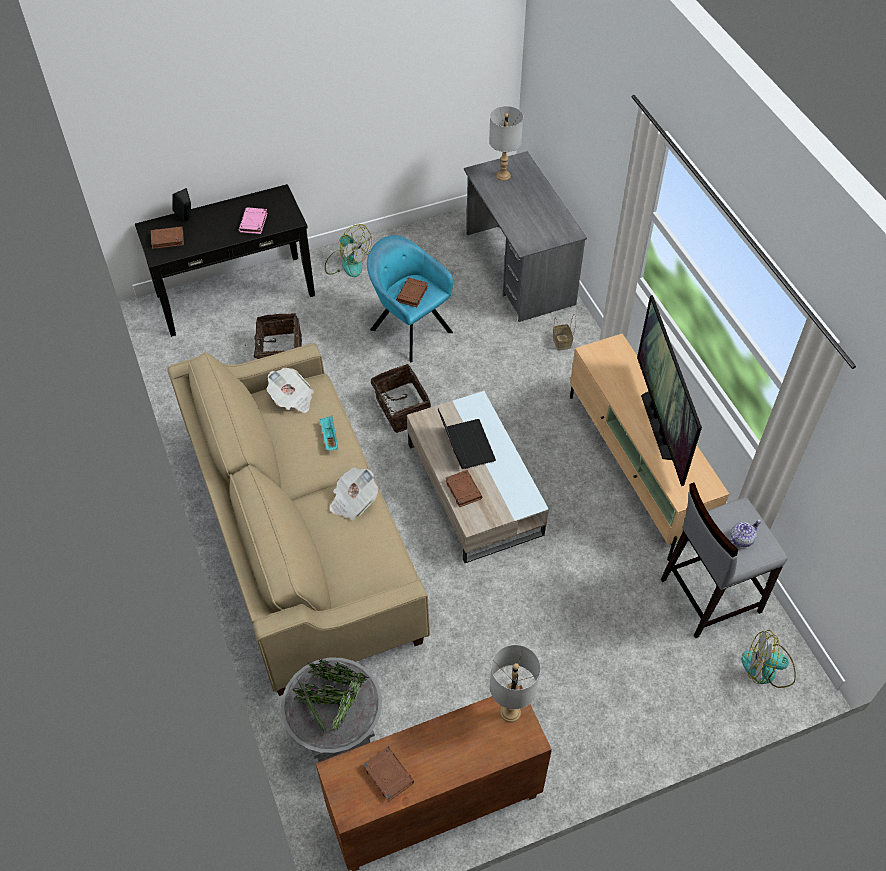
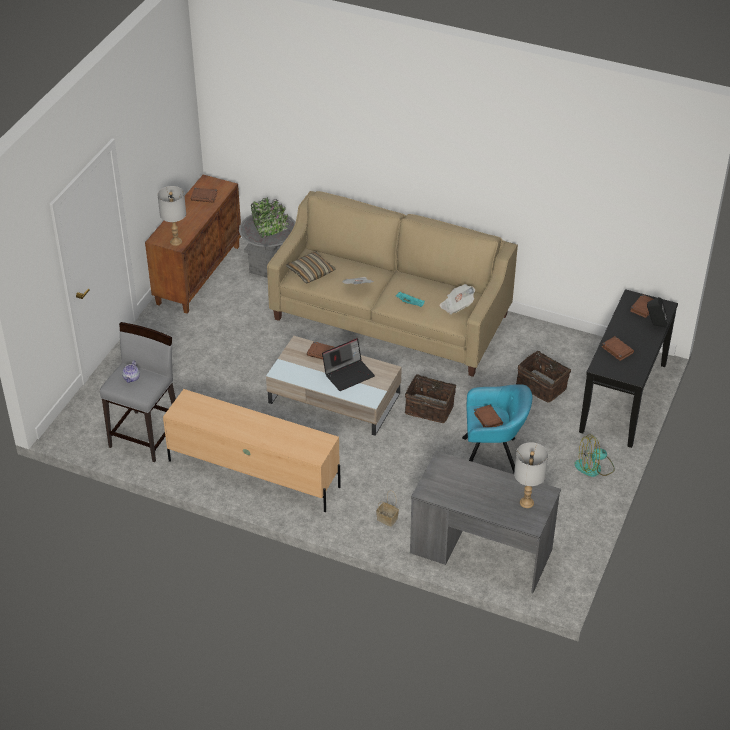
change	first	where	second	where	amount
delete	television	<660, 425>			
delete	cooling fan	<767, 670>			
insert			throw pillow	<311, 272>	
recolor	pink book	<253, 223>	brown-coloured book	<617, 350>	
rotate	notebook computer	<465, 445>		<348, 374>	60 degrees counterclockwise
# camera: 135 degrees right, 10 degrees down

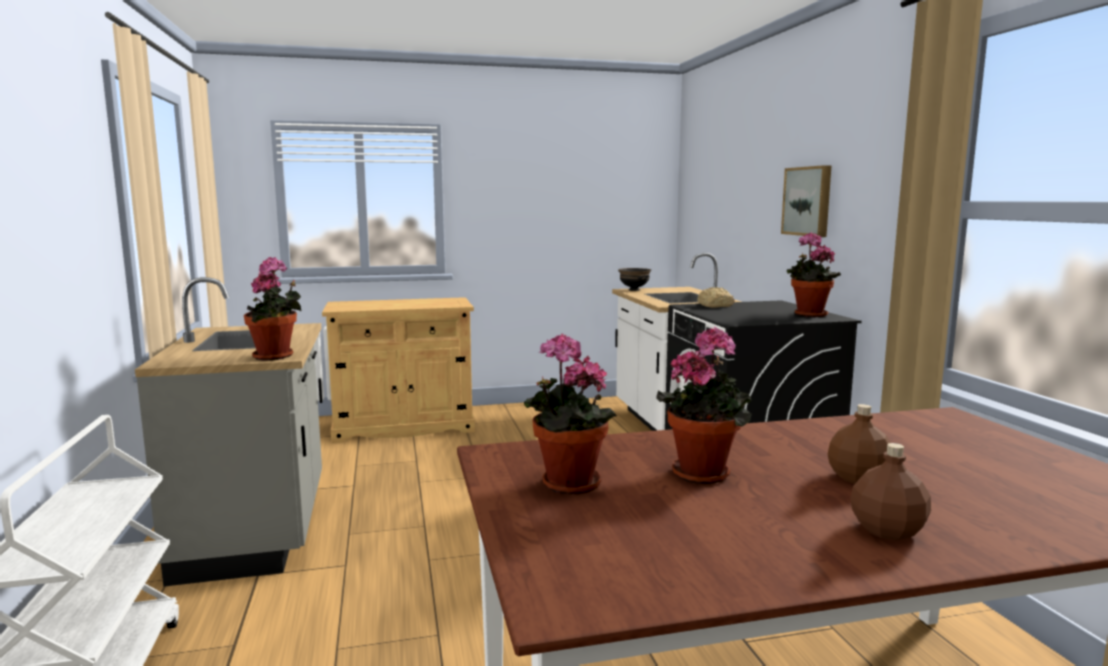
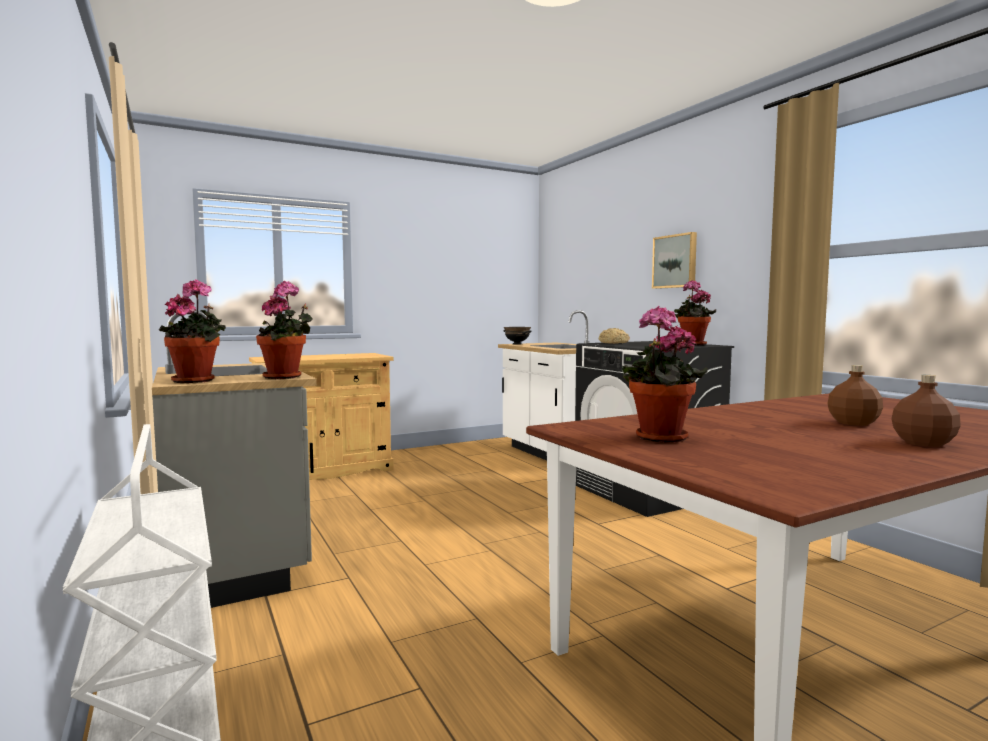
change	first	where	second	where	amount
move	potted plant	<704, 472>		<197, 380>	
# camera: 15 degrees left, 5 degrees down

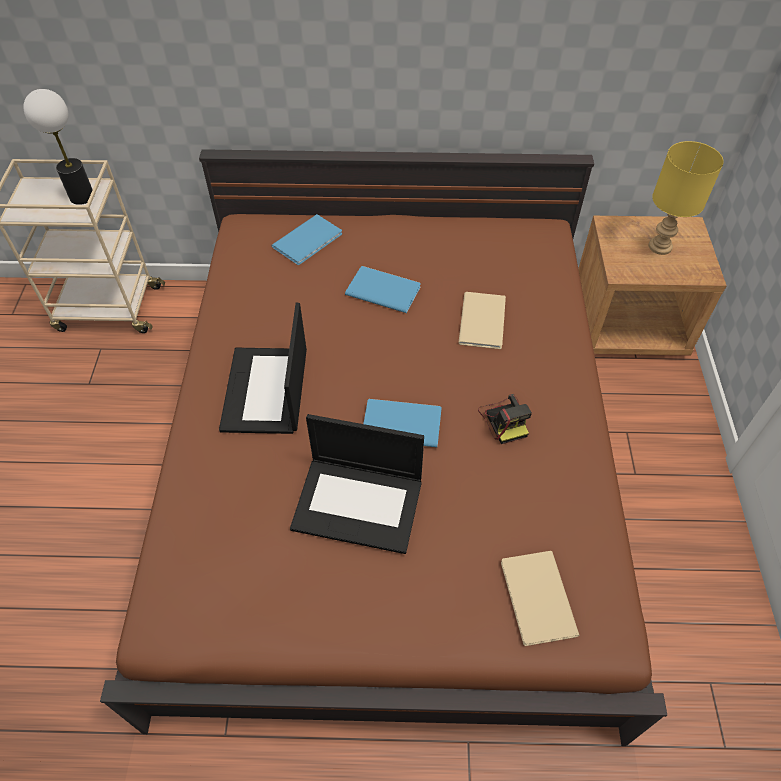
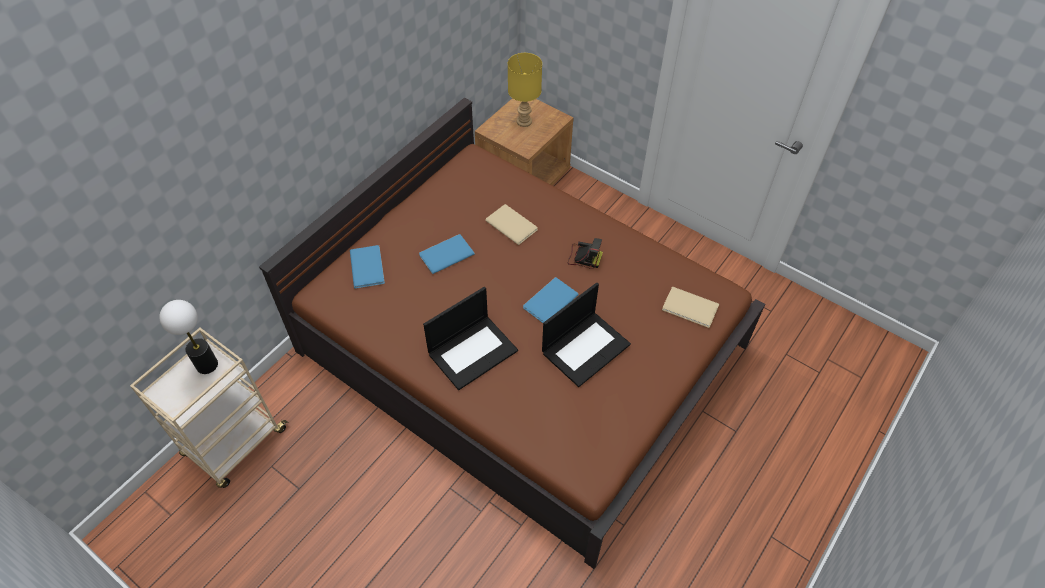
change	first	where	second	where	amount
rotate	notebook computer	<266, 391>		<473, 351>	75 degrees counterclockwise
# camera: 55 degrees left, 0 degrees up

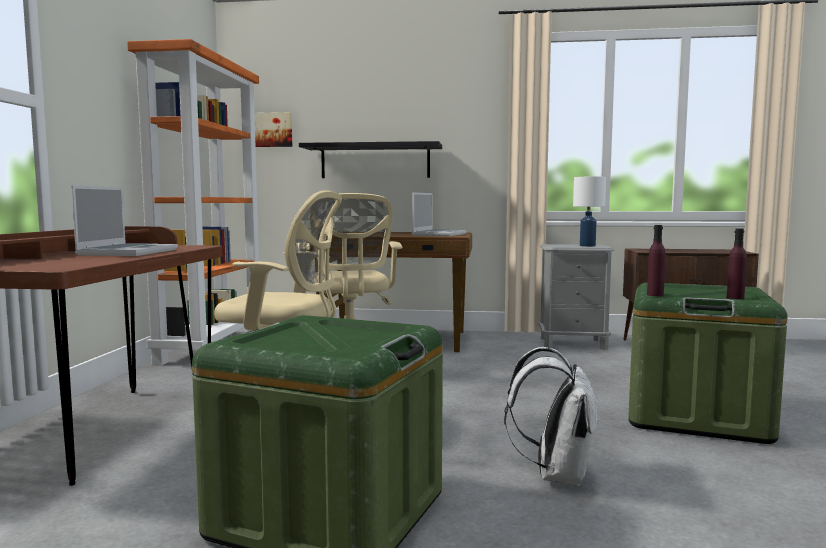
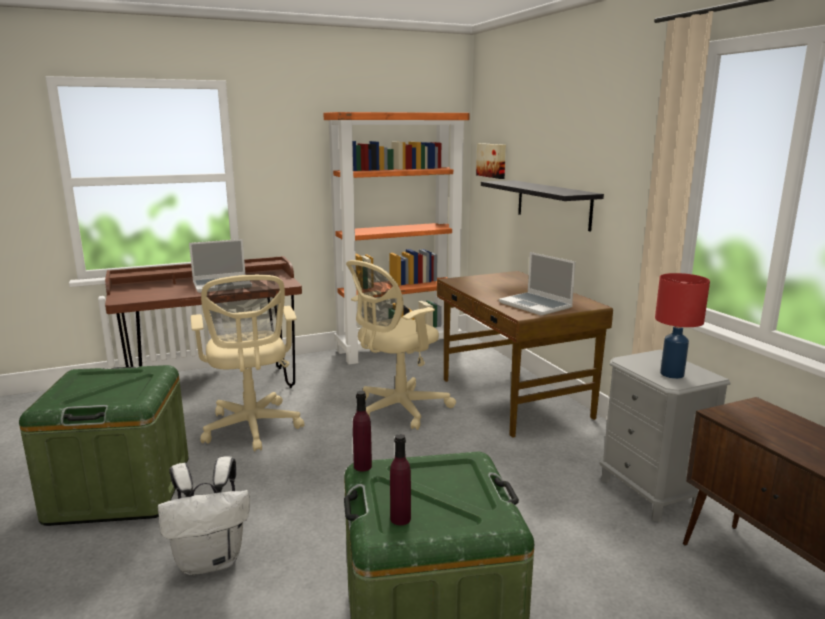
change	first	where	second	where	amount
recolor	white tabletop lamp	<587, 246>	red-coloured tabletop lamp	<672, 374>	
rotate	notebook computer	<439, 234>		<536, 305>	60 degrees clockwise
# camera: 60 degrees right, 10 degrees up

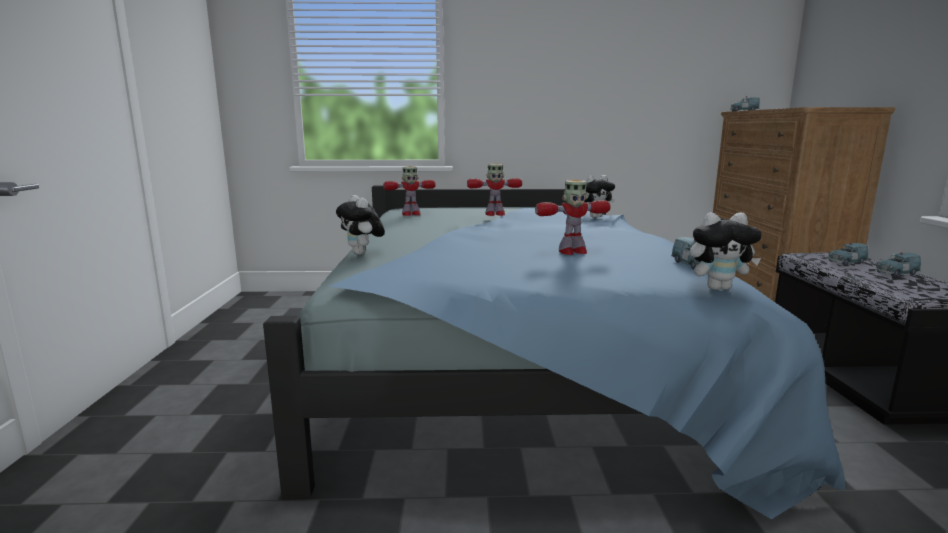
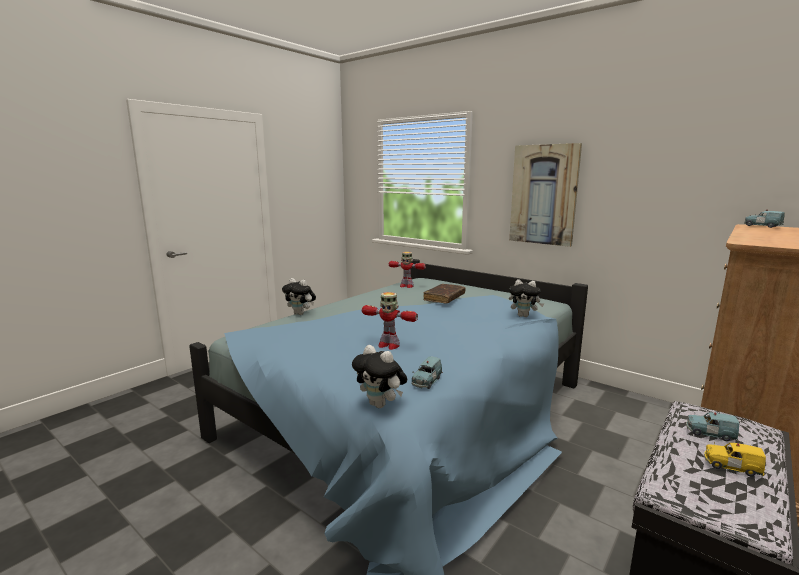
change	first	where	second	where	amount
insert			wall art	<544, 195>	
replace	robot figure	<494, 214>	brown-coloured book	<444, 298>	
recolor	blue-coloured model car	<896, 273>	yellow model car	<731, 466>	
rotate	cuddly toy	<362, 254>		<301, 314>	75 degrees counterclockwise
# camera: 40 degrees right, 0 degrees up

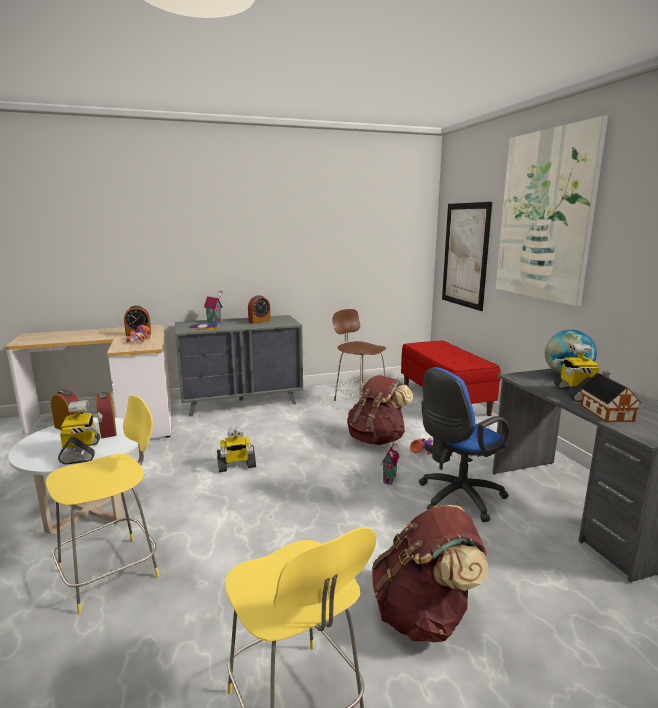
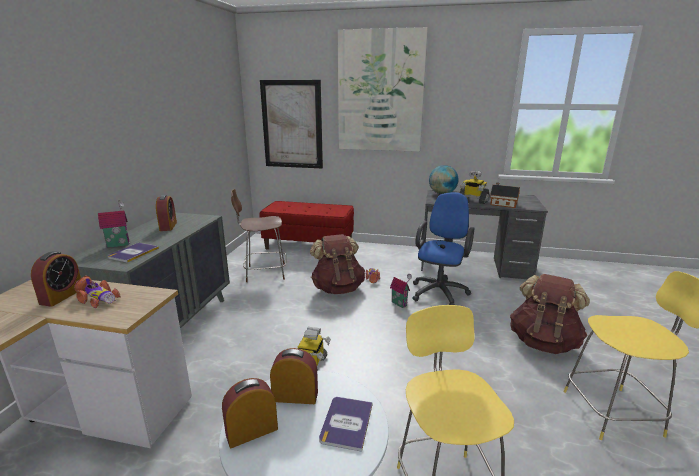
change	first	where	second	where	amount
replace	robot figure	<82, 452>	book	<346, 423>	
rotate	blue-coloured office chair	<456, 499>		<440, 291>	150 degrees counterclockwise
# camera: 60 degrees left, 5 degrees up

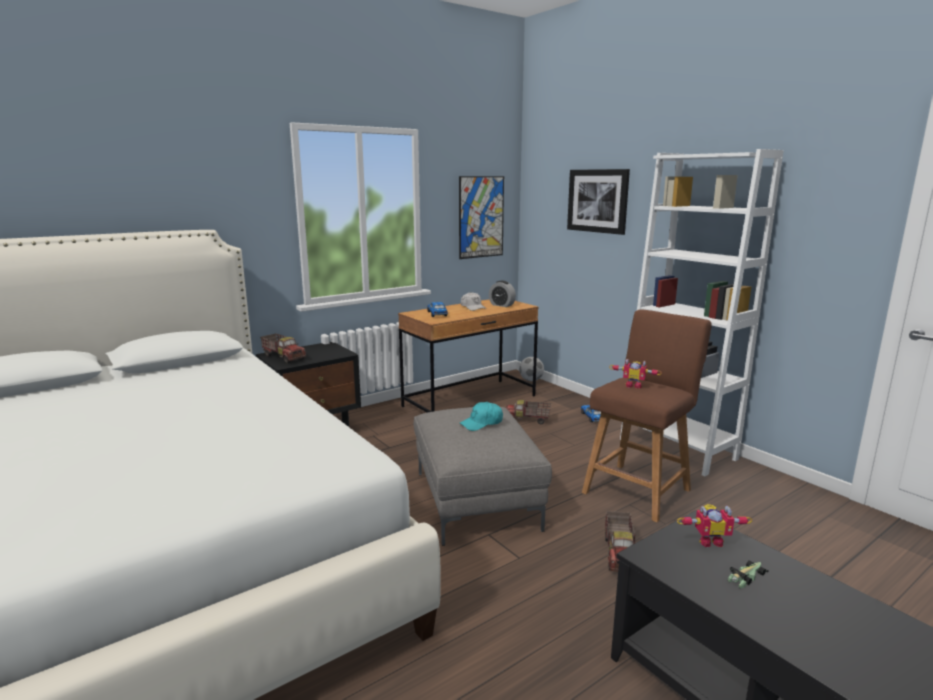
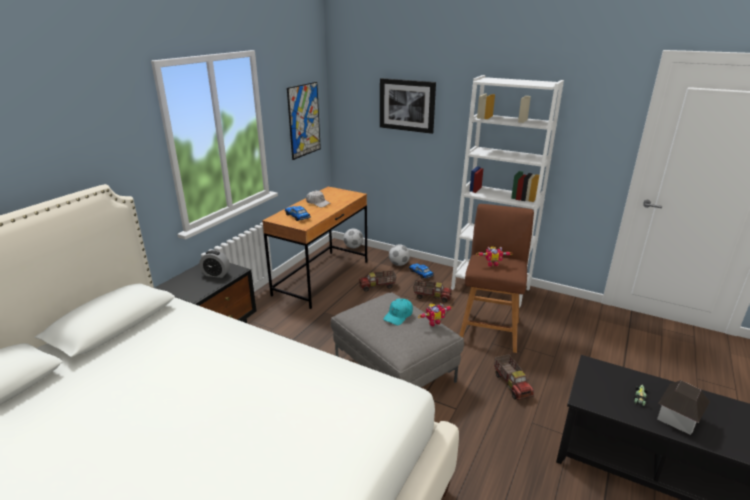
change	first	where	second	where	amount
insert			football	<399, 264>	
insert			toy house	<677, 418>	
move	toy truck	<284, 357>		<432, 297>	
move	table clock	<501, 305>		<216, 274>	
move	robot figure	<709, 540>		<433, 322>	
# camera: 25 degrees left, 10 degrees up

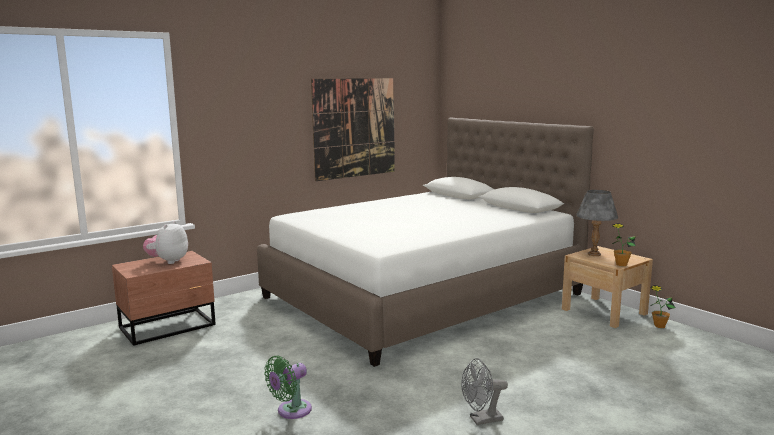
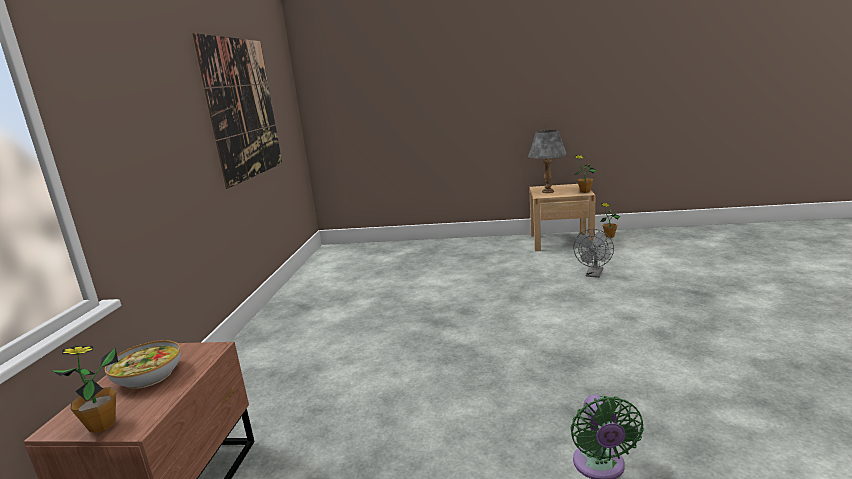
change	first	where	second	where	amount
delete	white bedroom bed	<422, 296>			
insert			potted plant	<102, 425>	
move	grey cooling fan	<481, 420>		<594, 275>	
replace	cuddly toy	<168, 261>	bowl	<149, 375>	
# camera: 45 degrees left, 5 degrees up

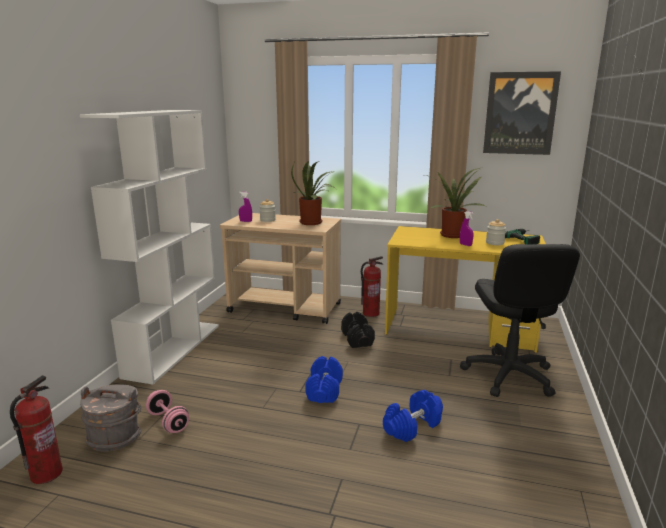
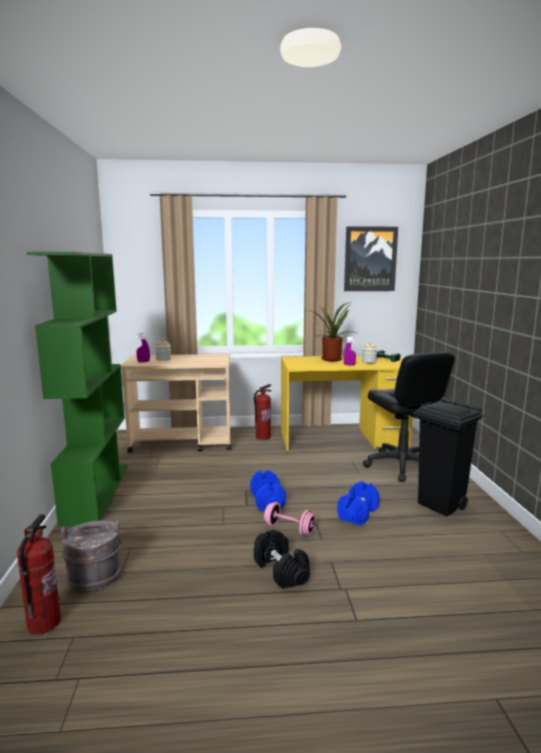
change	first	where	second	where	amount
delete	potted plant	<313, 222>			
insert			black trash can	<441, 505>	
move	pink free weight	<168, 422>		<289, 529>	
move	black free weight	<357, 339>		<281, 571>	
recolor	white bookcase	<173, 349>	green bookcase	<96, 492>	
# camera: 20 degrees left, 5 degrees down

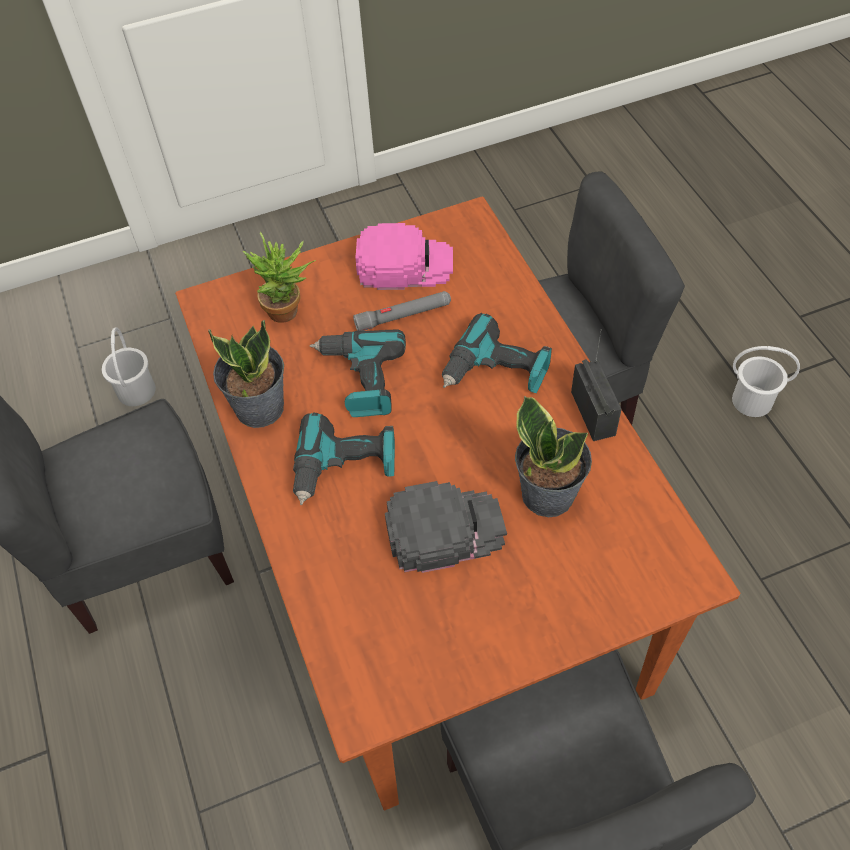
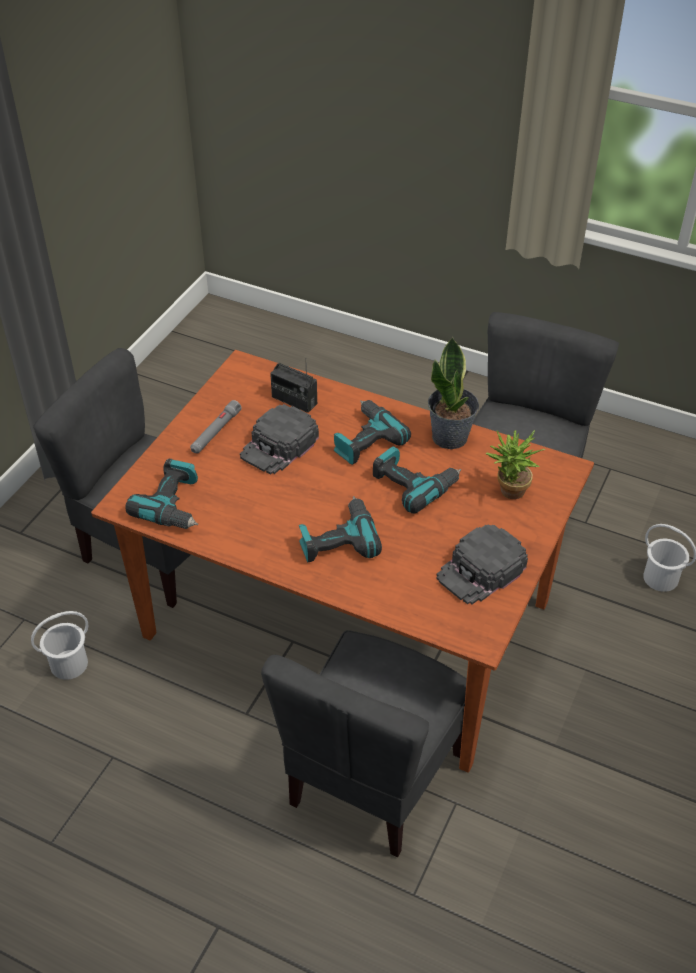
change	first	where	second	where	amount
delete	potted plant	<548, 493>			
insert			drill	<174, 505>	
move	grey hand torch	<403, 316>		<215, 432>	
move	radio set	<593, 413>		<294, 400>	
move	white bucket	<751, 400>		<69, 664>	
recolor	pink cap	<404, 263>	black cap	<481, 571>	
# camera: 135 degrees right, 10 degrees down

